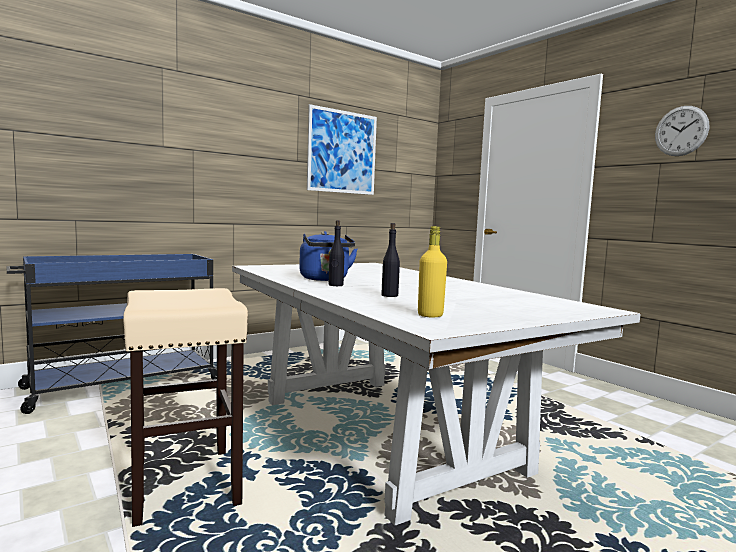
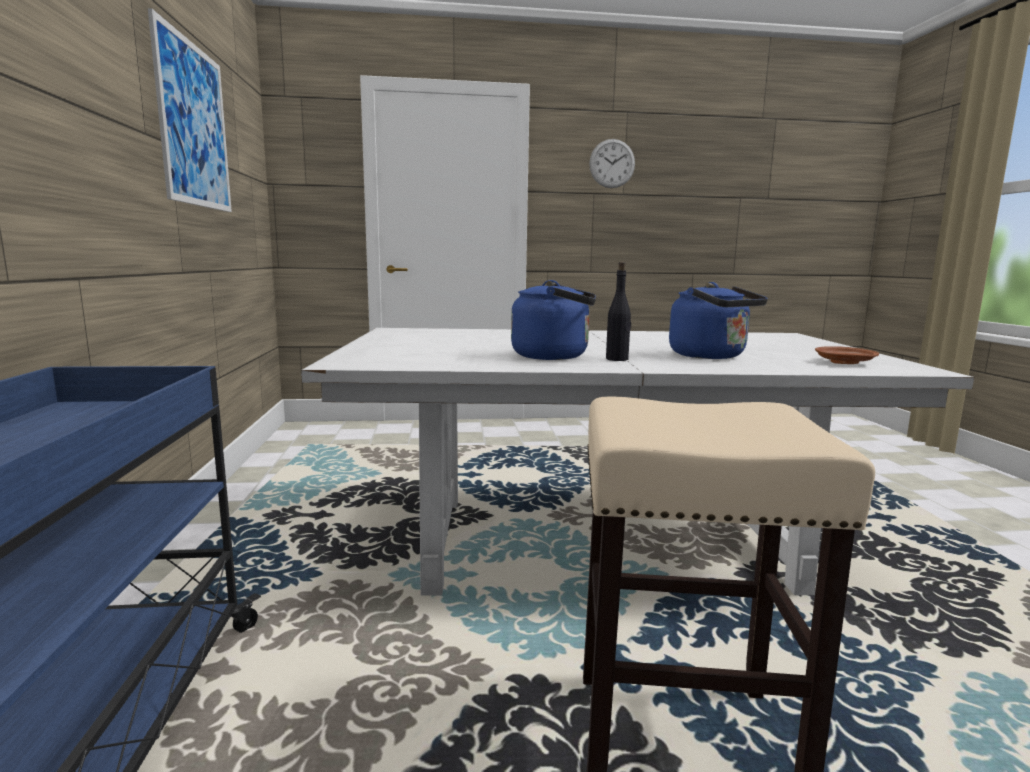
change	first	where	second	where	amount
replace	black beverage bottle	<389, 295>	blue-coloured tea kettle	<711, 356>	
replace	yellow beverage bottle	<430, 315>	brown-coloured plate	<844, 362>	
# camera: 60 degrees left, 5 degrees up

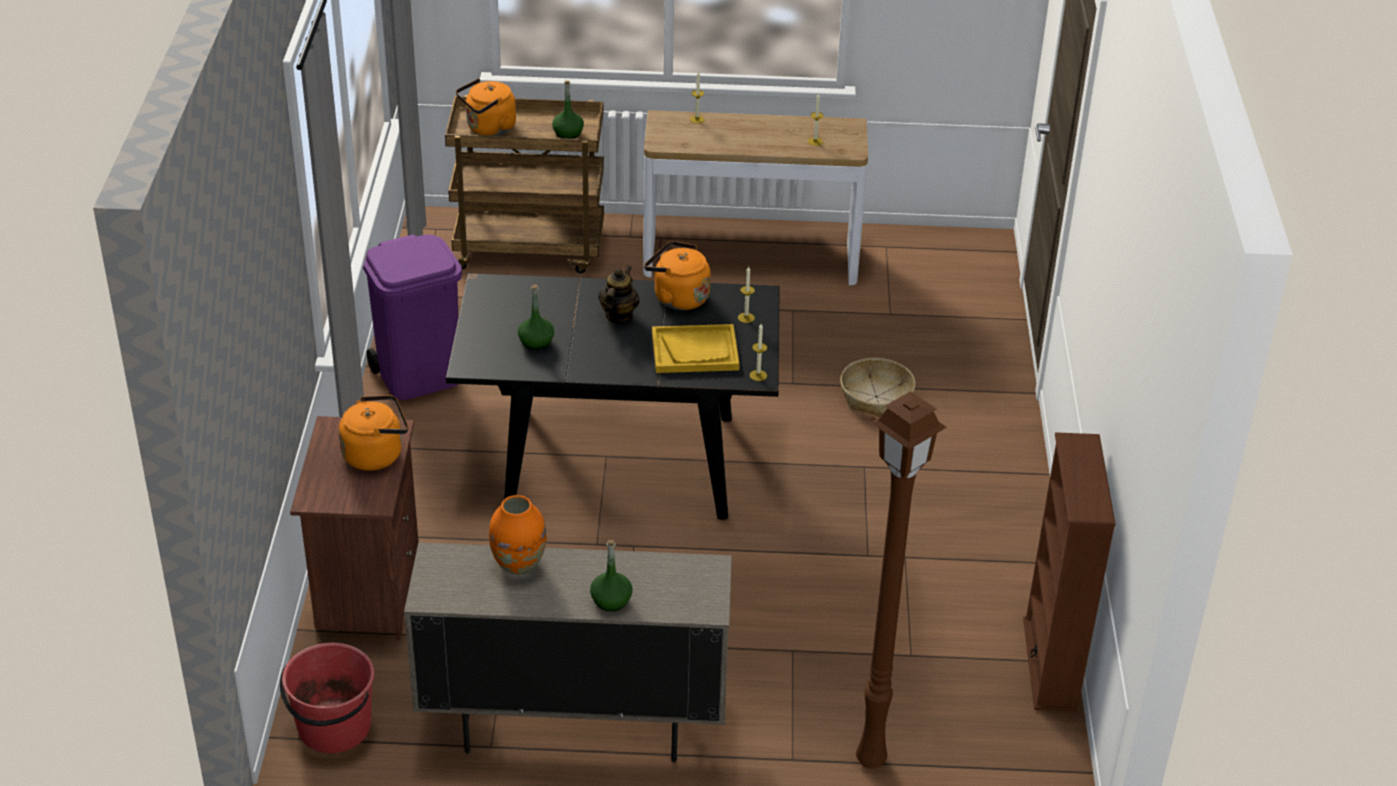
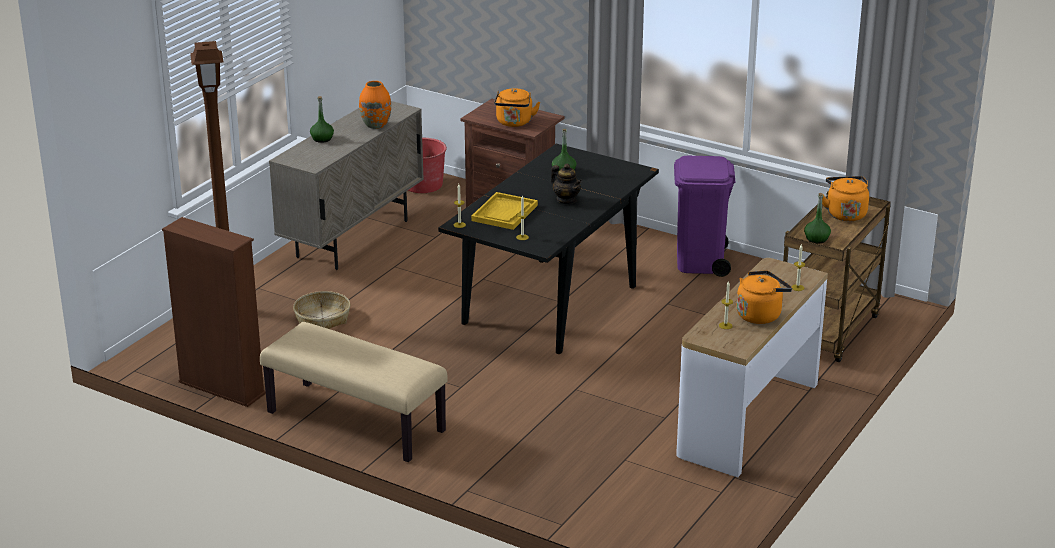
change	first	where	second	where	amount
insert			sand-coloured bench	<354, 422>	
move	orange tea kettle	<677, 297>		<760, 315>	
move	basket	<876, 397>		<322, 318>	
# camera: 120 degrees right, 10 degrees down

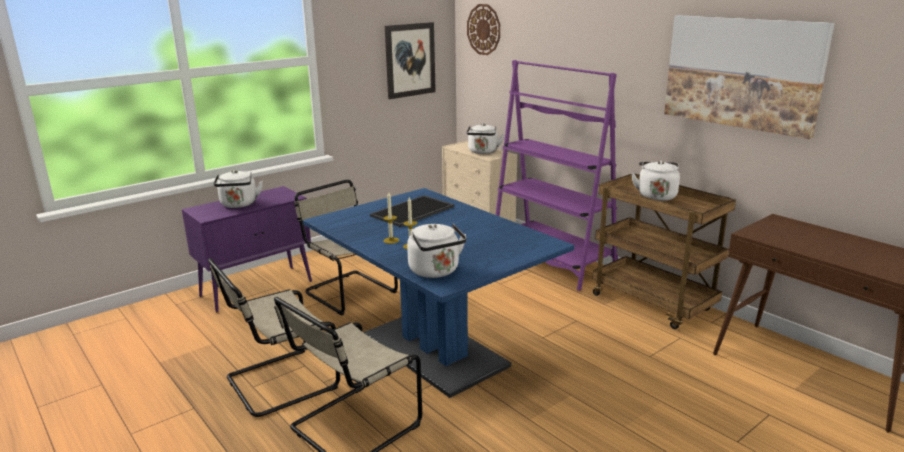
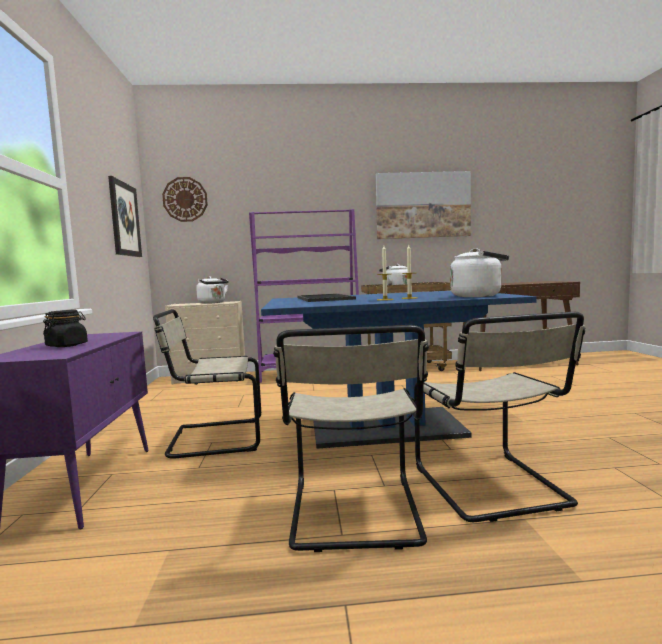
change	first	where	second	where	amount
replace	white tea kettle	<239, 205>	black preserve jar	<67, 345>	
# camera: 55 degrees left, 15 degrees down

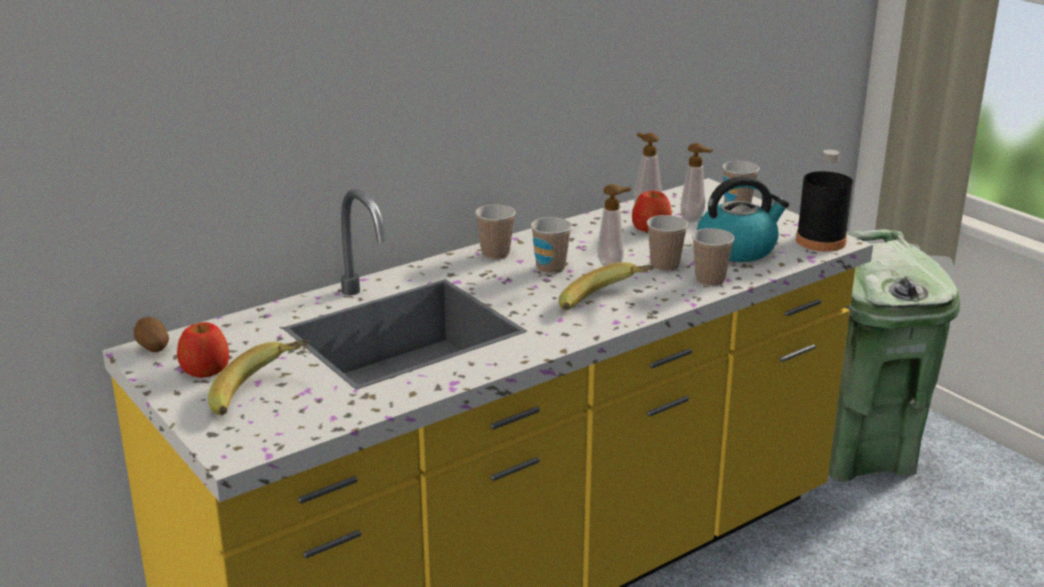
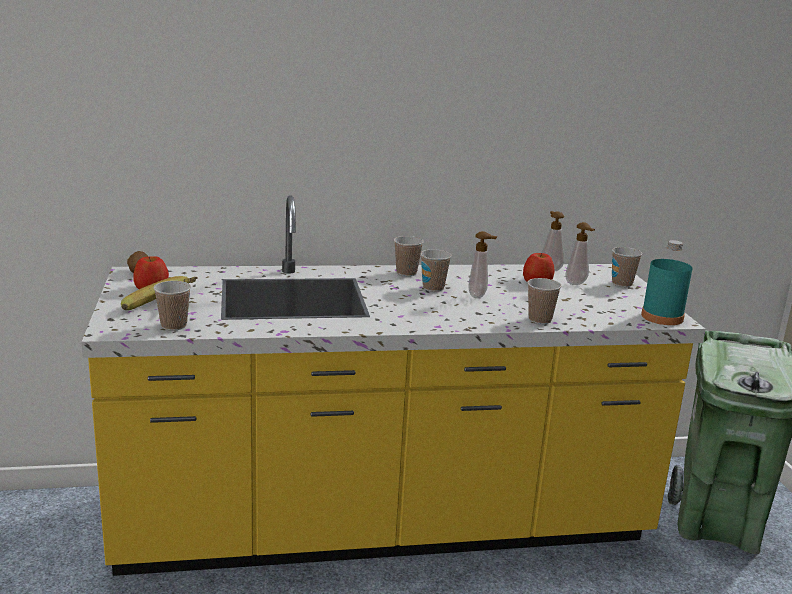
change	first	where	second	where	amount
delete	banana	<606, 305>			
delete	tea kettle	<737, 249>			
move	drinking cup	<664, 266>		<174, 325>	
recolor	black beverage bottle	<820, 241>	blue-green beverage bottle	<662, 317>	
# camera: 25 degrees right, 5 degrees down

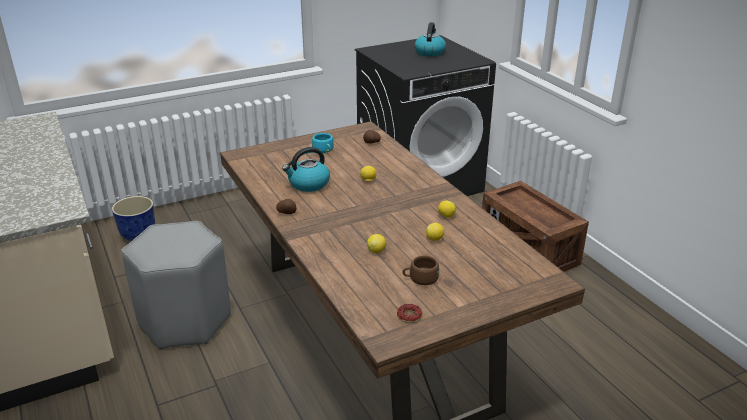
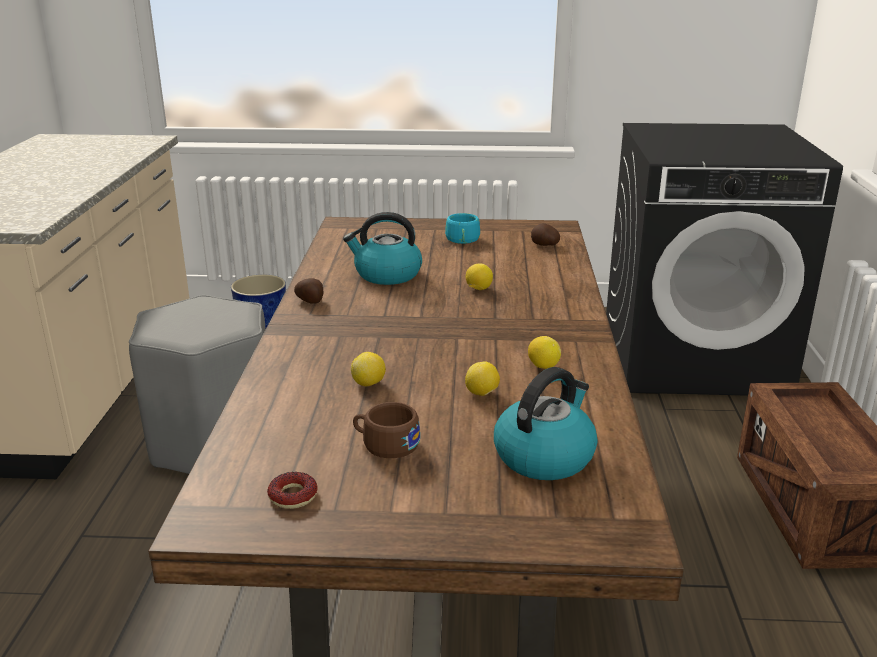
change	first	where	second	where	amount
move	tea kettle	<429, 52>		<544, 456>	
# camera: 30 degrees right, 5 degrees down

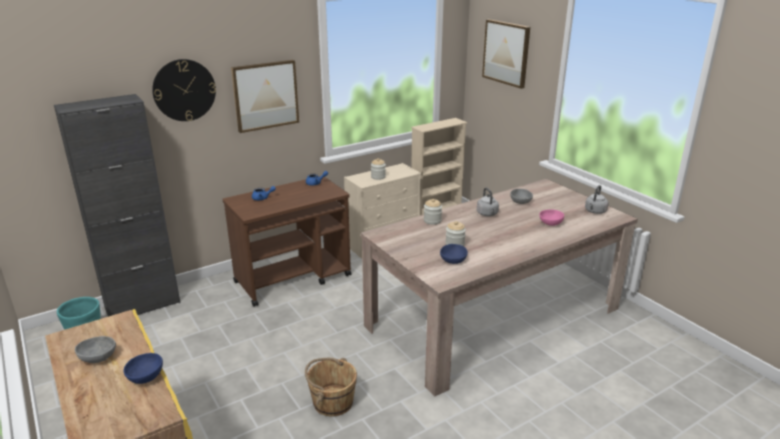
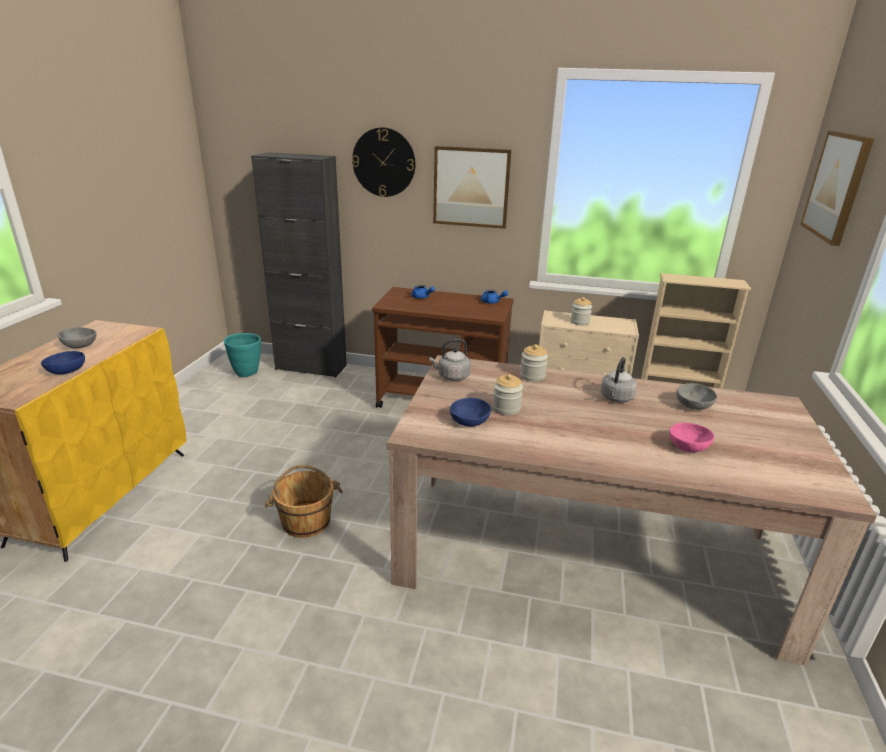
change	first	where	second	where	amount
move	grey tea kettle	<595, 211>		<452, 376>	
# camera: 45 degrees right, 0 degrees up

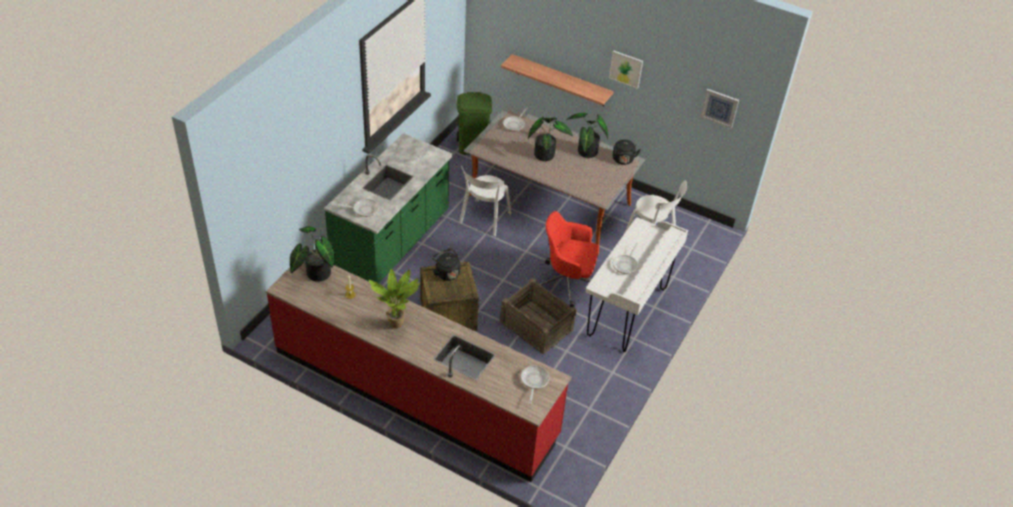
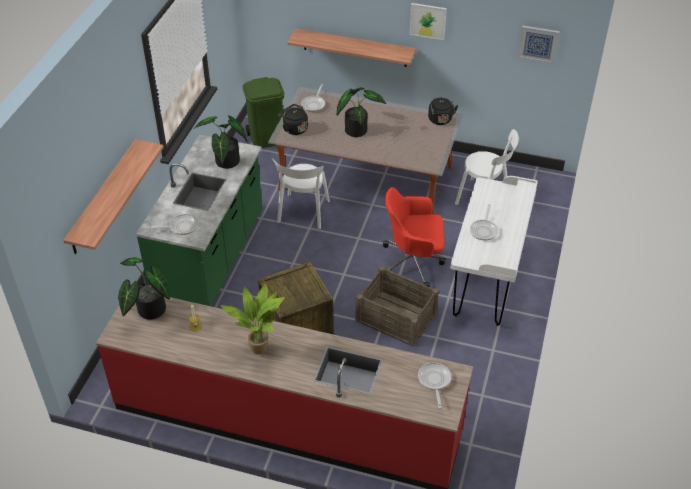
change	first	where	second	where	amount
insert			shelf	<103, 197>	
move	black tea kettle	<446, 273>		<294, 129>	
move	potted plant	<585, 153>		<225, 163>	
# camera: 10 degrees left, 0 degrees up

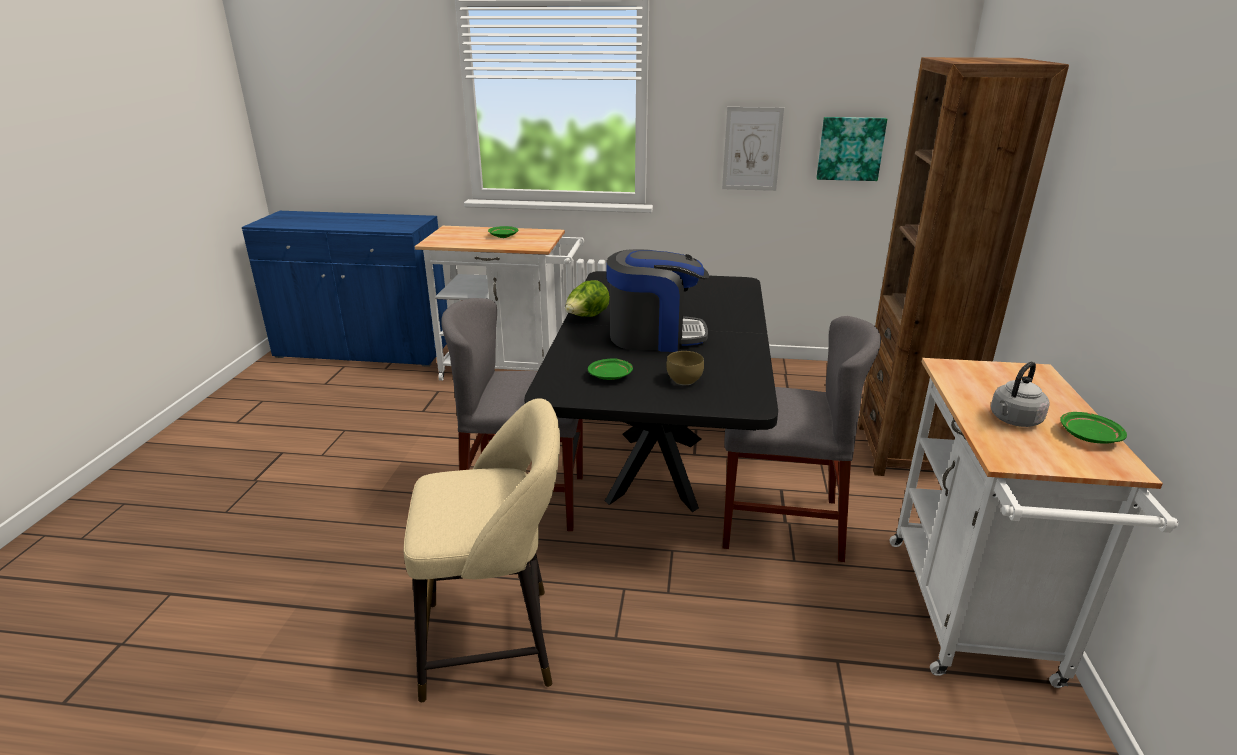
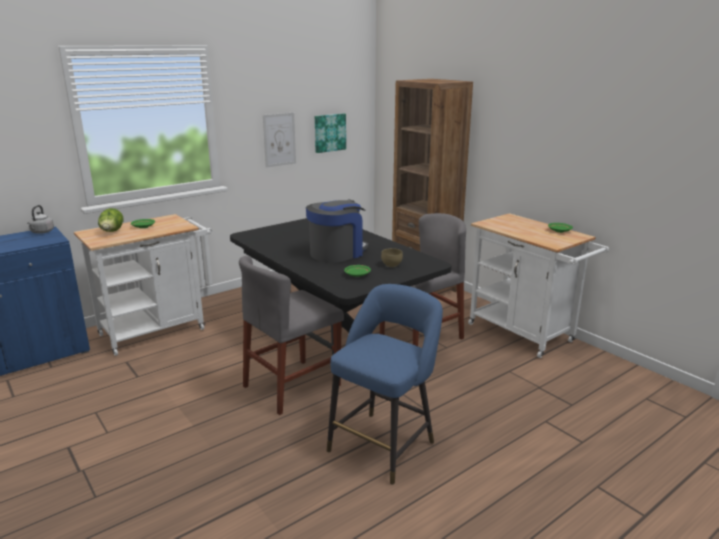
change	first	where	second	where	amount
move	lettuce head	<587, 317>		<112, 232>	
move	grey tea kettle	<1013, 420>		<41, 232>	
recolor	sand-coloured stool seat	<497, 641>	blue-coloured stool seat	<384, 443>	
# camera: 45 degrees left, 5 degrees down

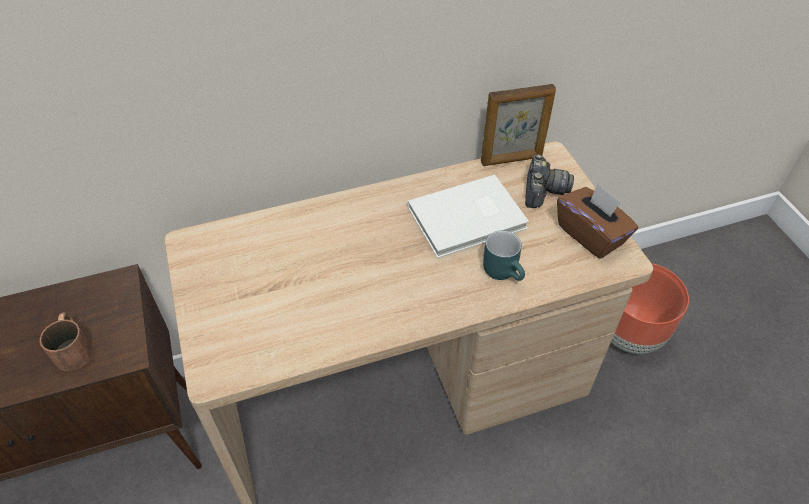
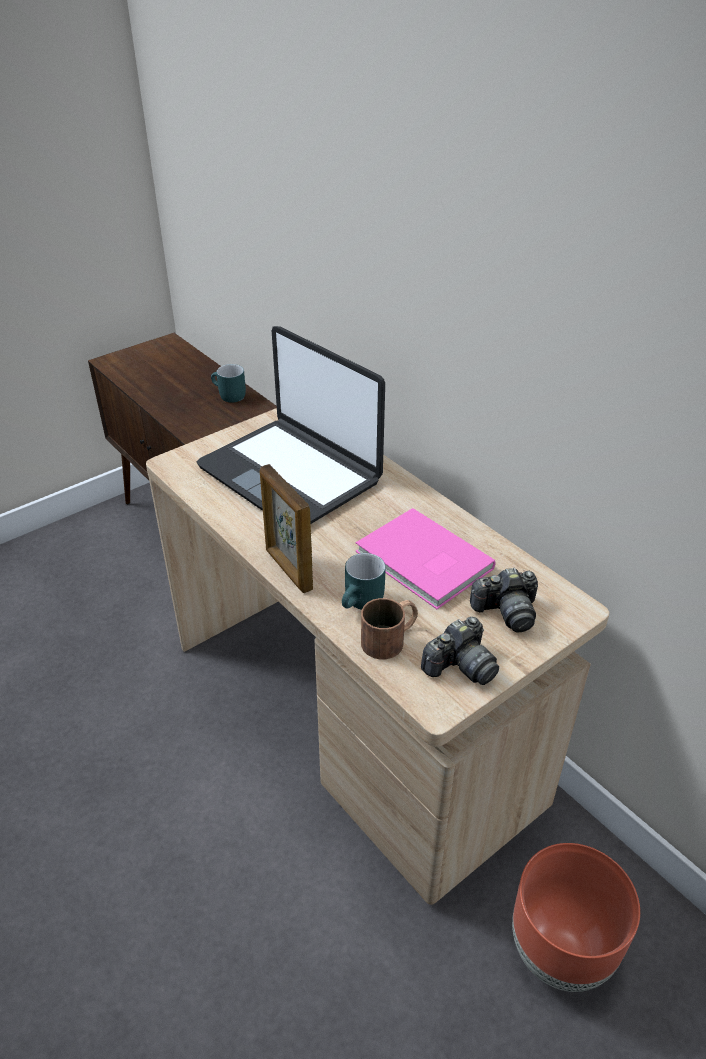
change	first	where	second	where	amount
insert			notebook computer	<290, 474>	
insert			blue-green coffee mug	<228, 396>	
move	brown-coloured coffee mug	<73, 347>		<390, 638>	
move	photo frame	<512, 160>		<288, 569>	
replace	brown-coloured tissue holder	<591, 235>	still camera	<460, 666>	
recolor	white book	<469, 219>	pink book	<423, 562>	
# camera: 70 degrees right, 10 degrees down

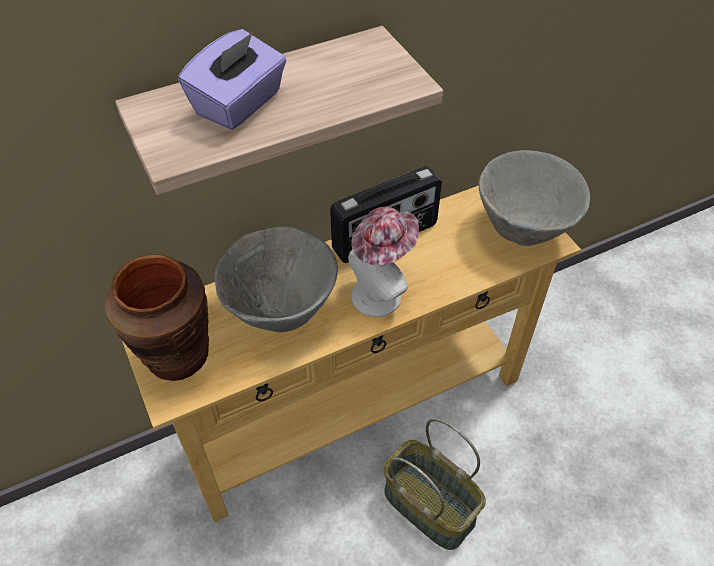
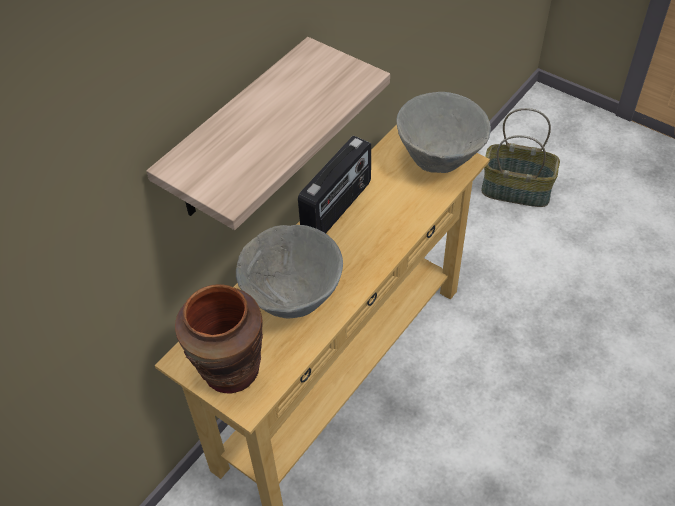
change	first	where	second	where	amount
delete	purple tissue holder	<239, 104>			
delete	wearable hat	<381, 292>			
move	basket	<430, 505>		<517, 189>	
# camera: 25 degrees left, 0 degrees up

